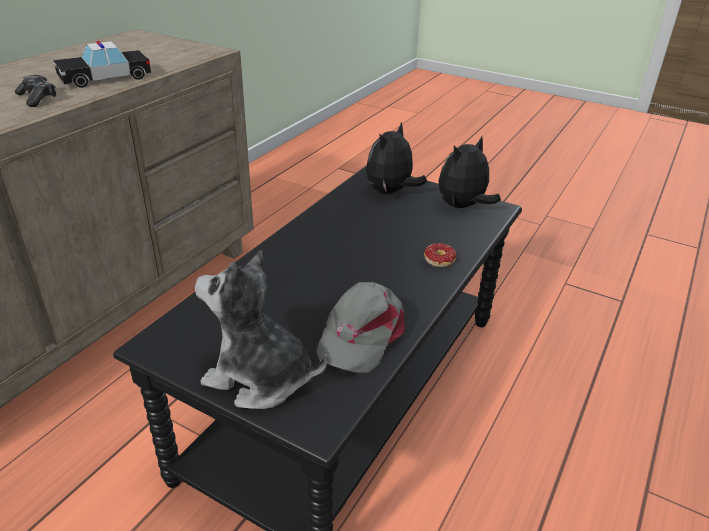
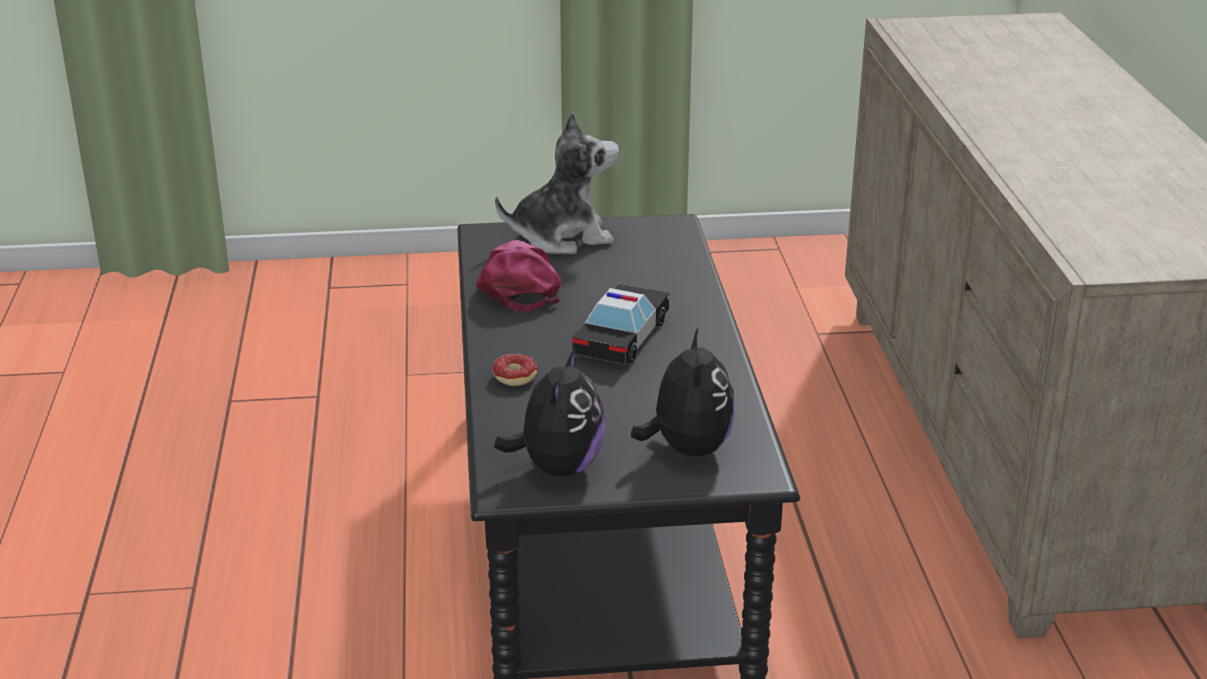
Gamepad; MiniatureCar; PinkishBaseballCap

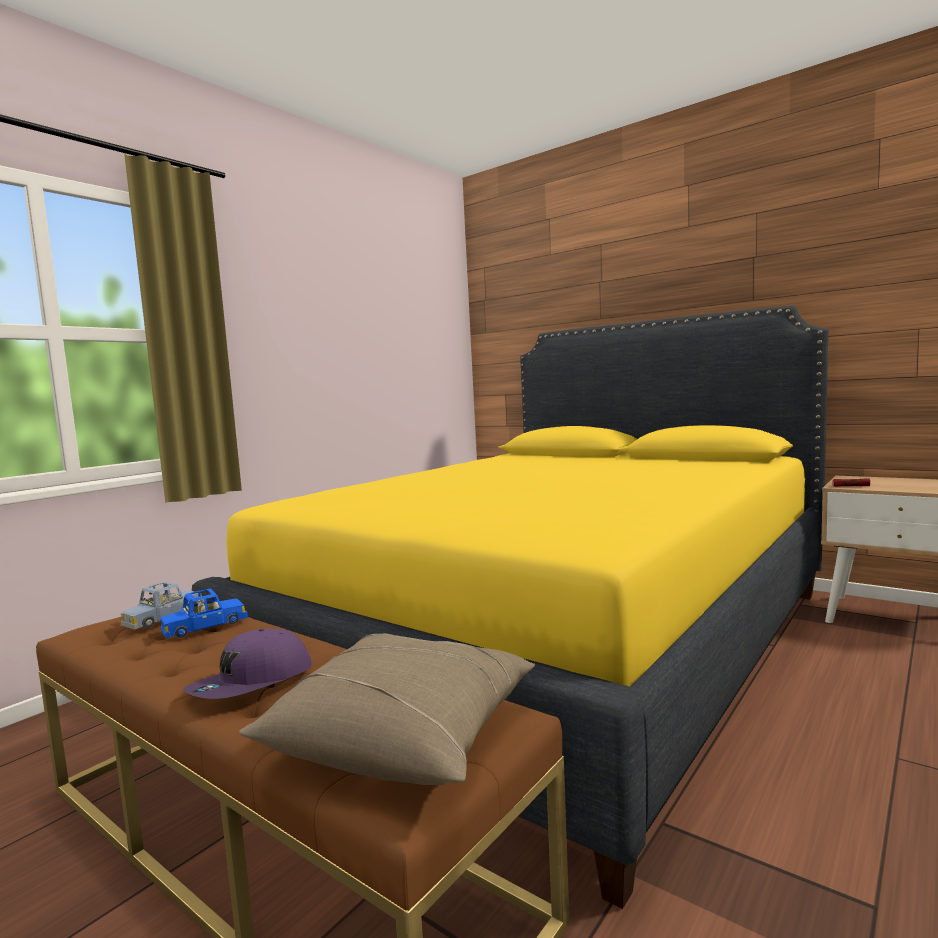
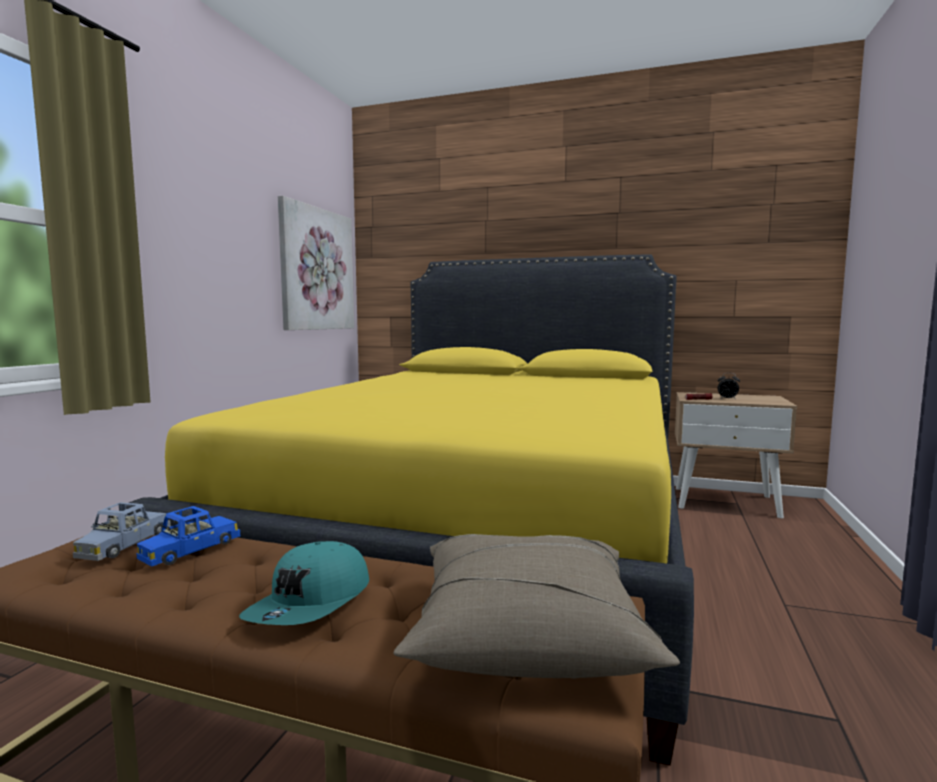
Picture; TableClock; TurquoiseBaseballCap

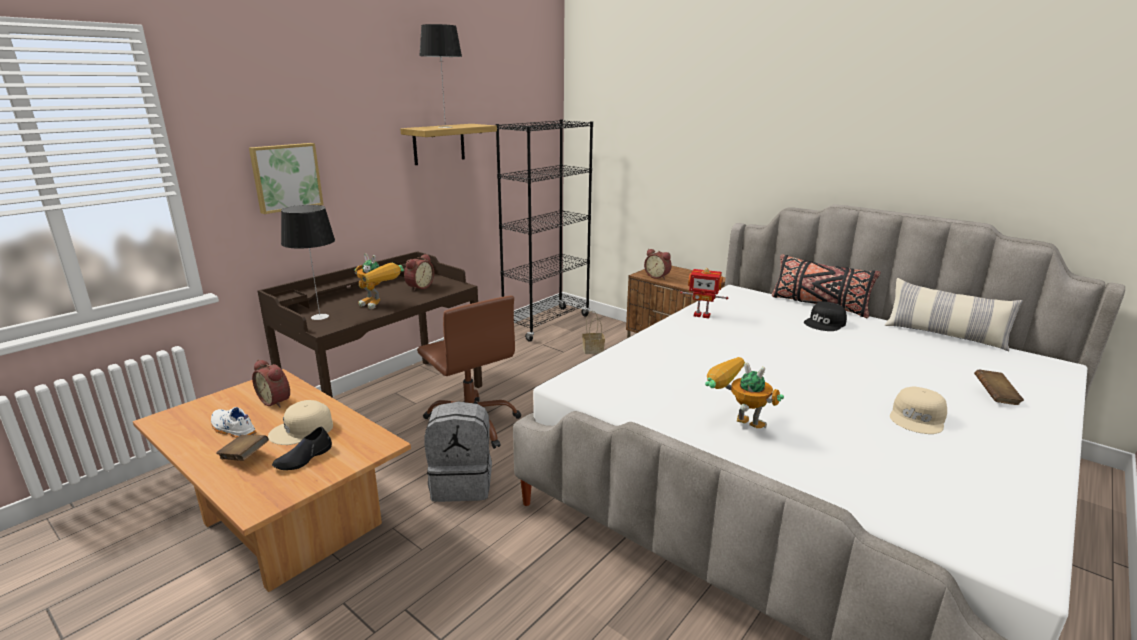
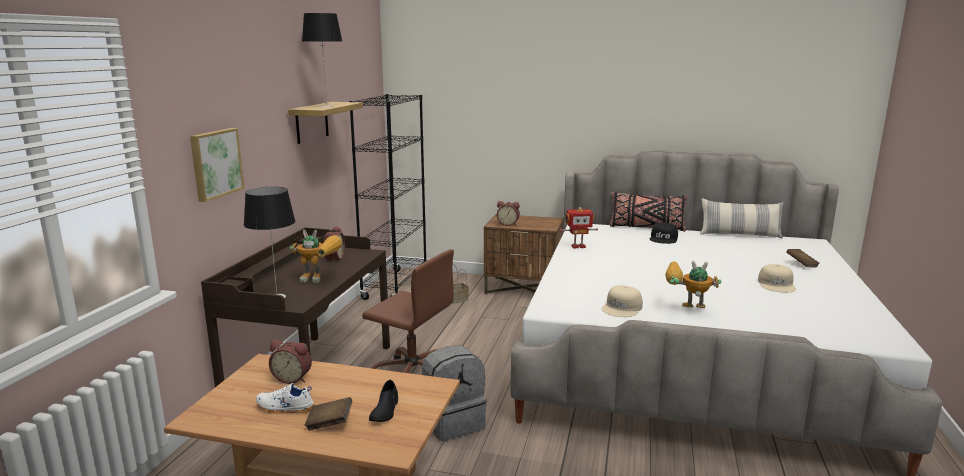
SandColouredBaseballCap (1st from left)

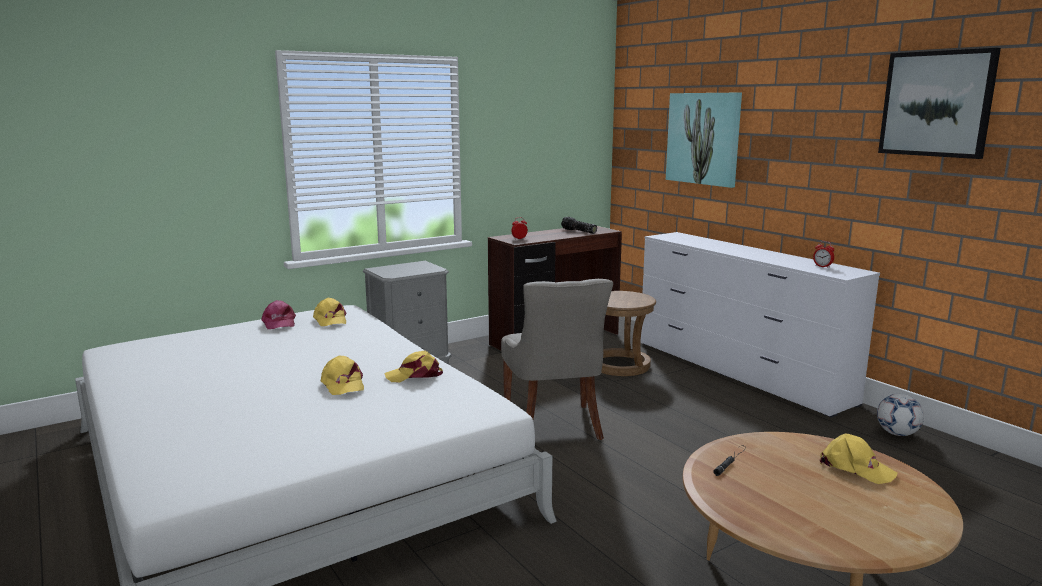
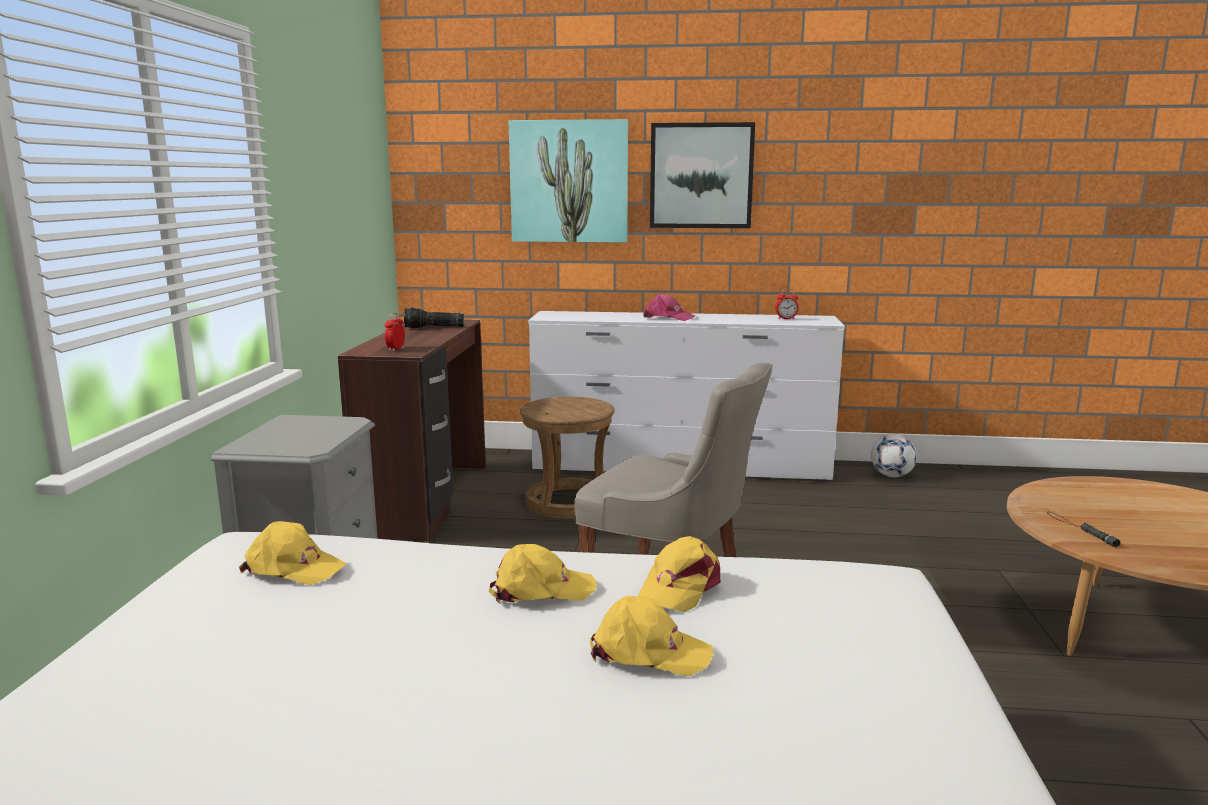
PinkishBaseballCap; YellowishBaseballCap (2nd from left); Picture (2nd from left)

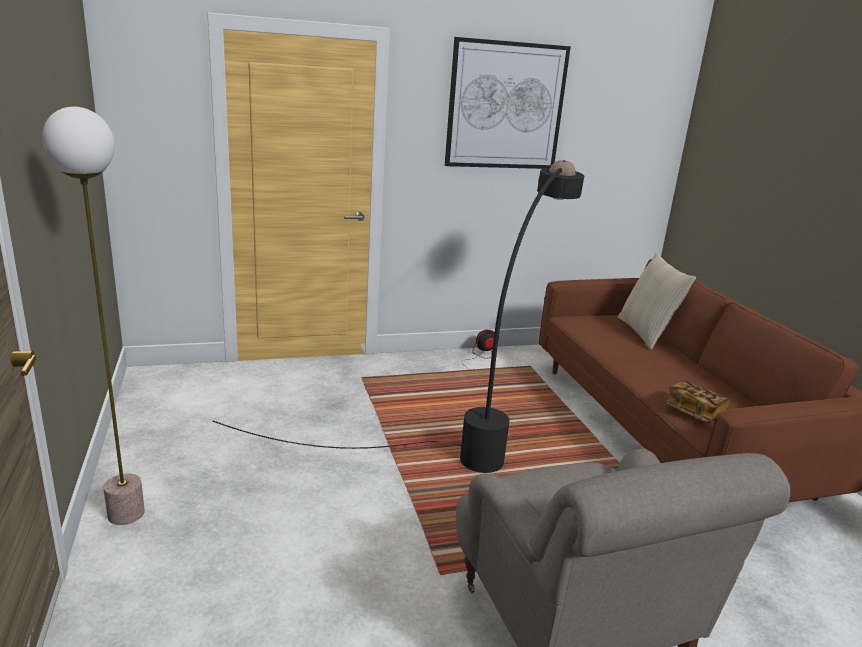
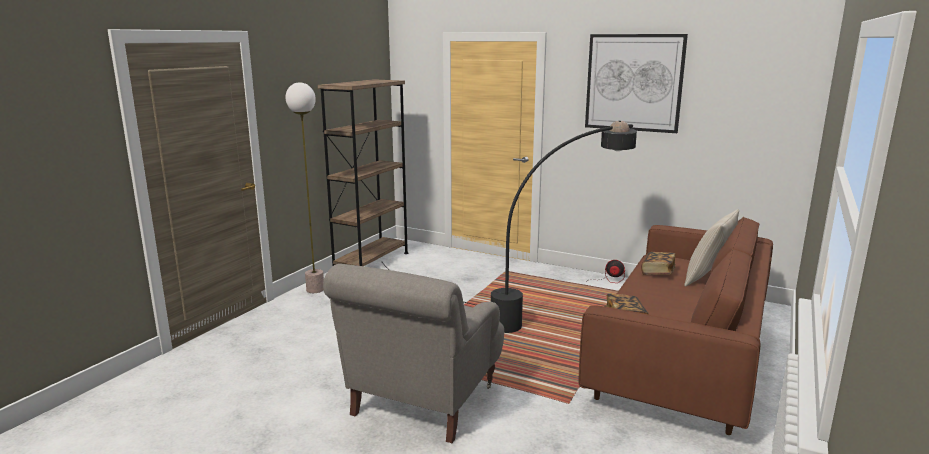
BrownishBookcase; Volume (2nd from left)

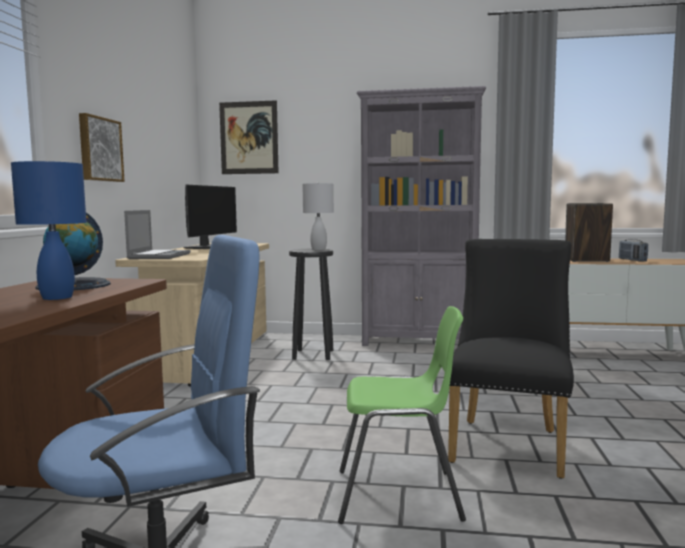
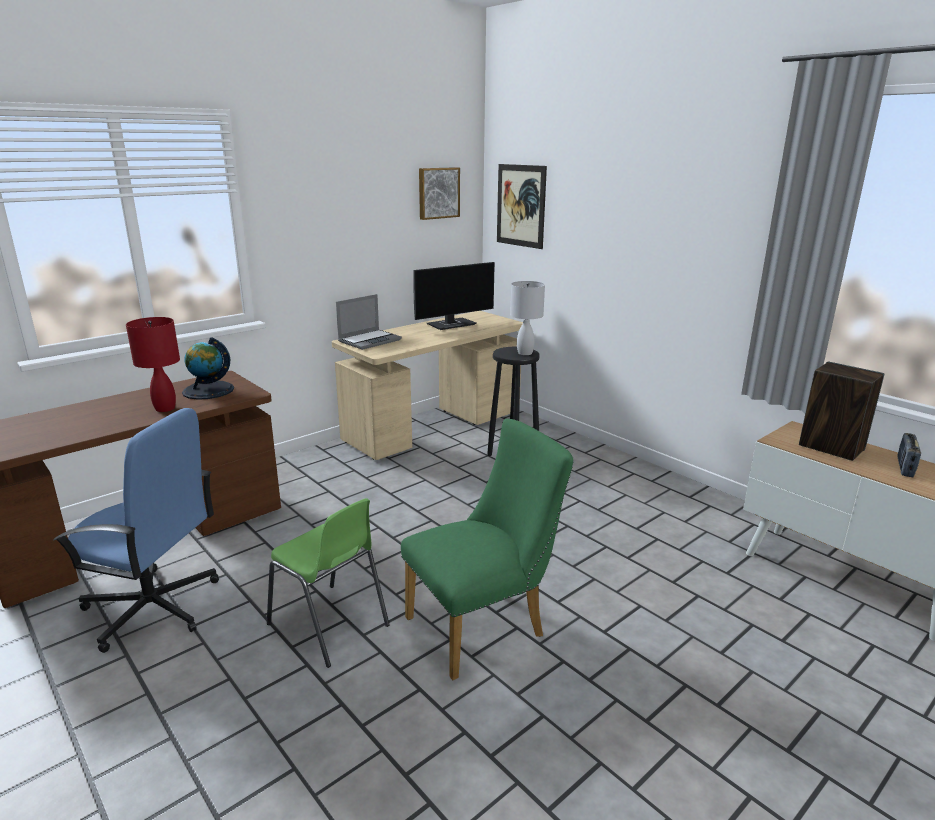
GreyBookcase; Picture (1st from left); ReddishLampForATable; GreenishChair (2nd from left)

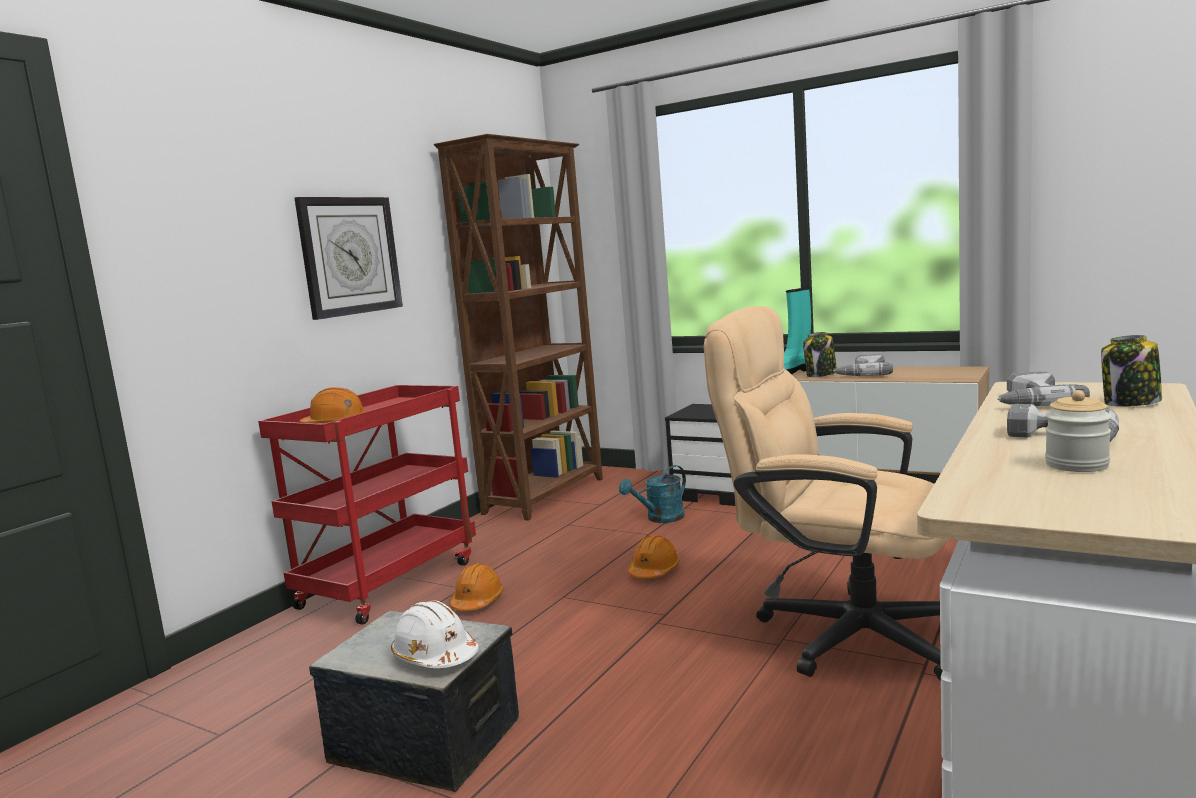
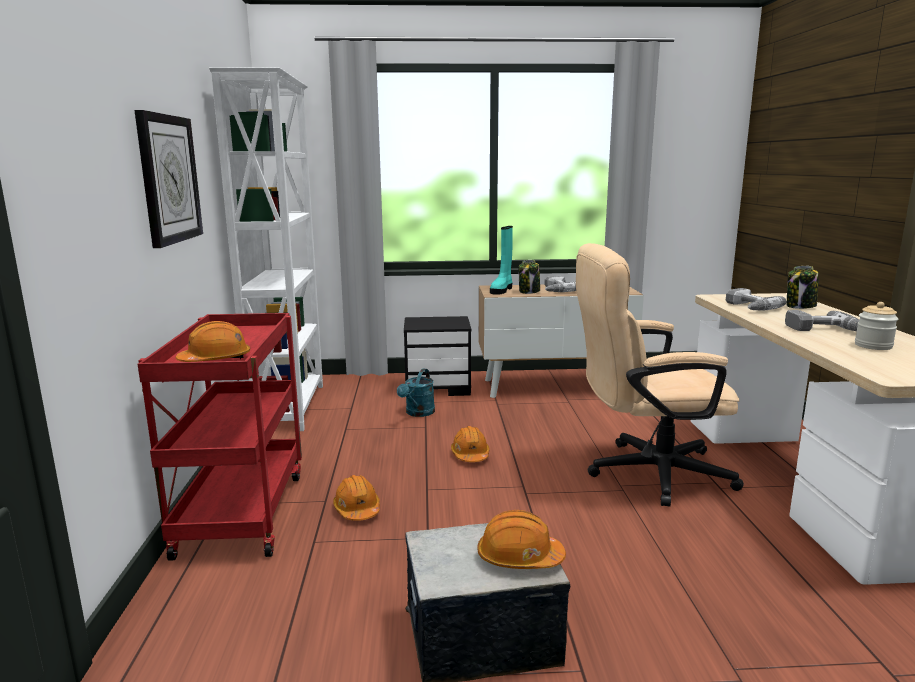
OrangeColouredSafetyHelmet (4th from left); WhiteColouredBookcase

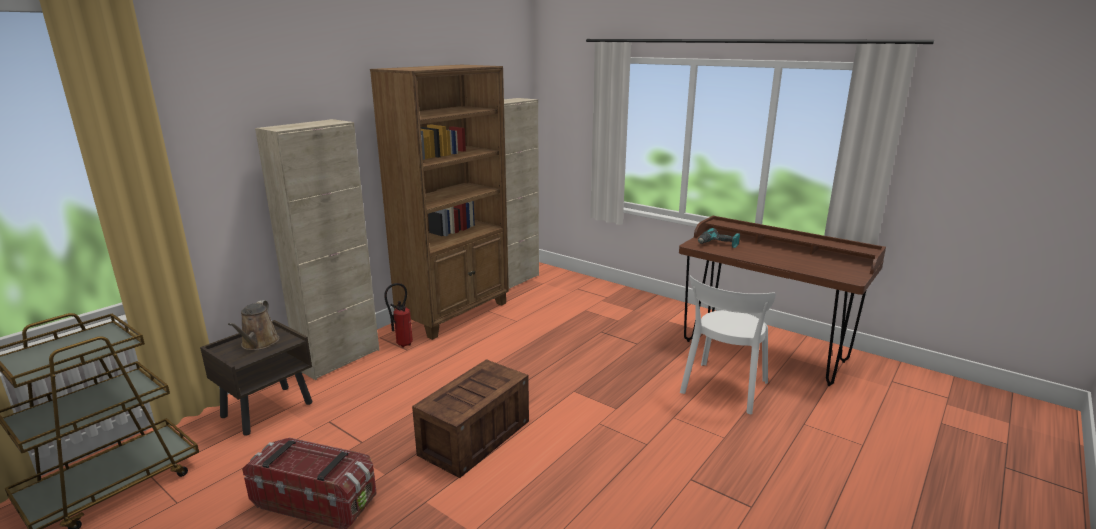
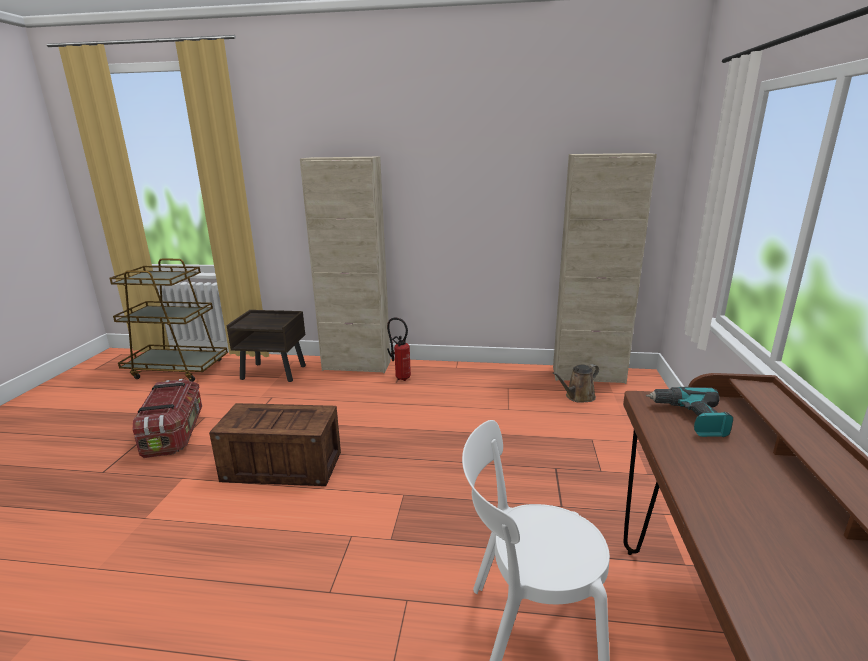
BrownishBookcase; BrownishWateringPot

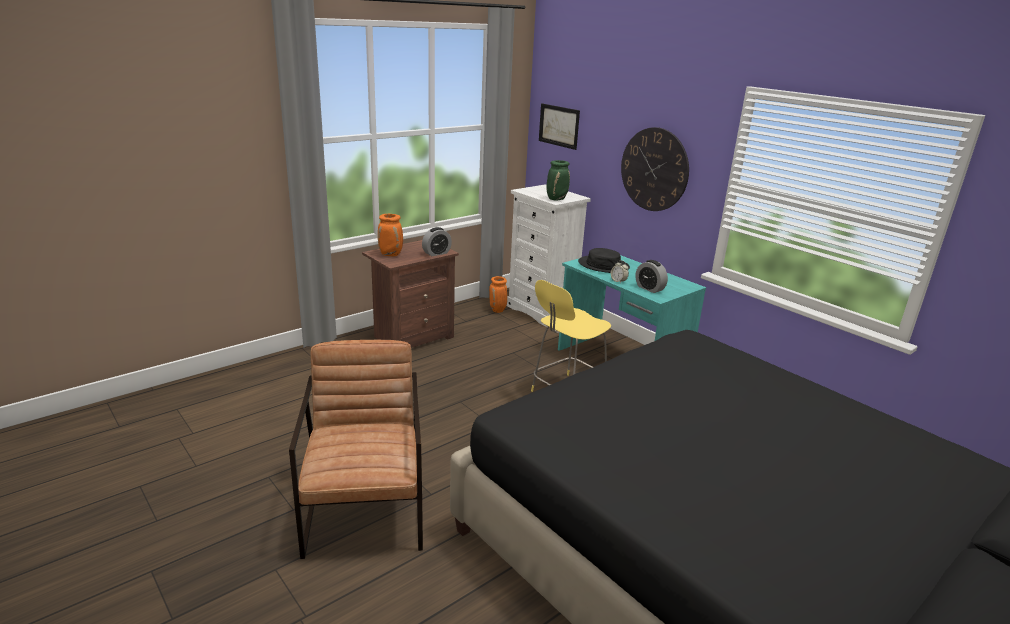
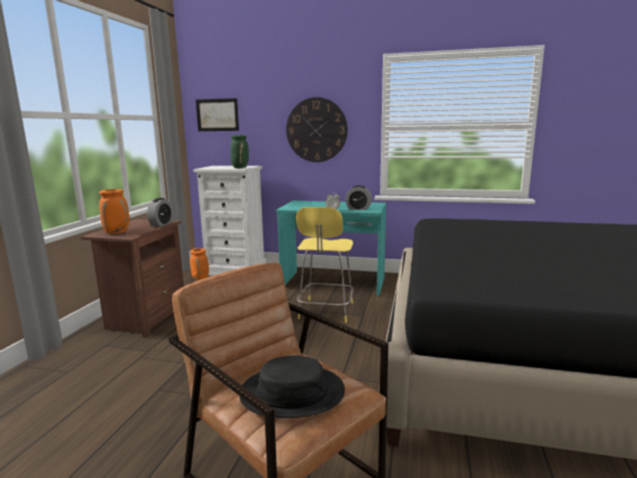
BlackishHat

